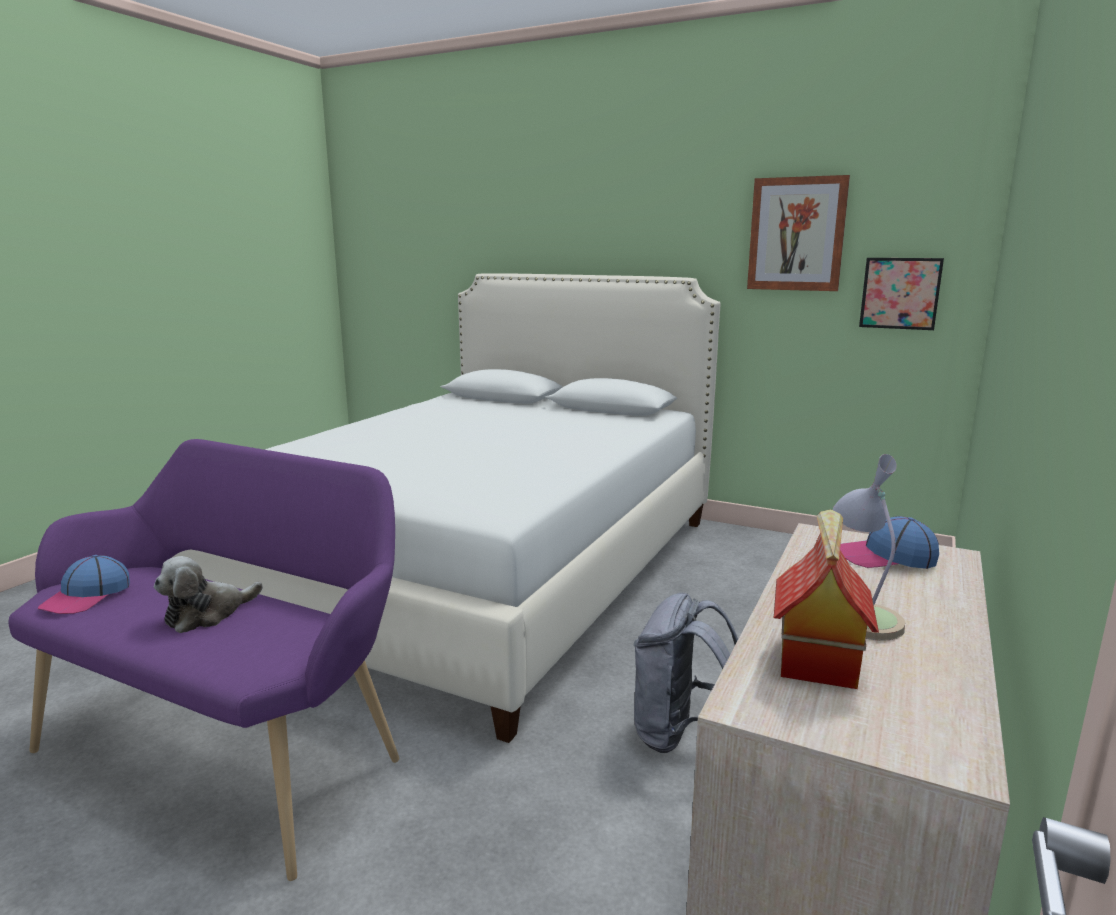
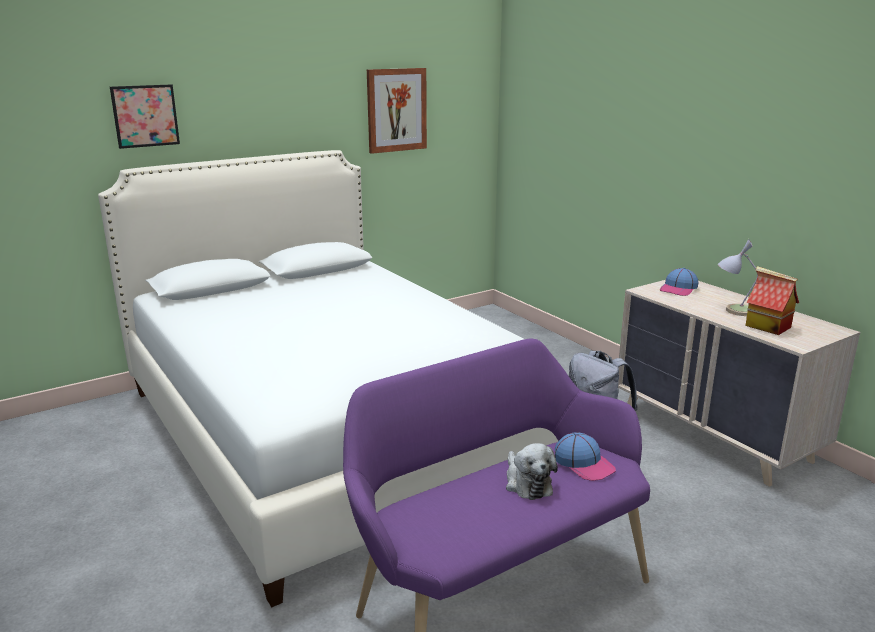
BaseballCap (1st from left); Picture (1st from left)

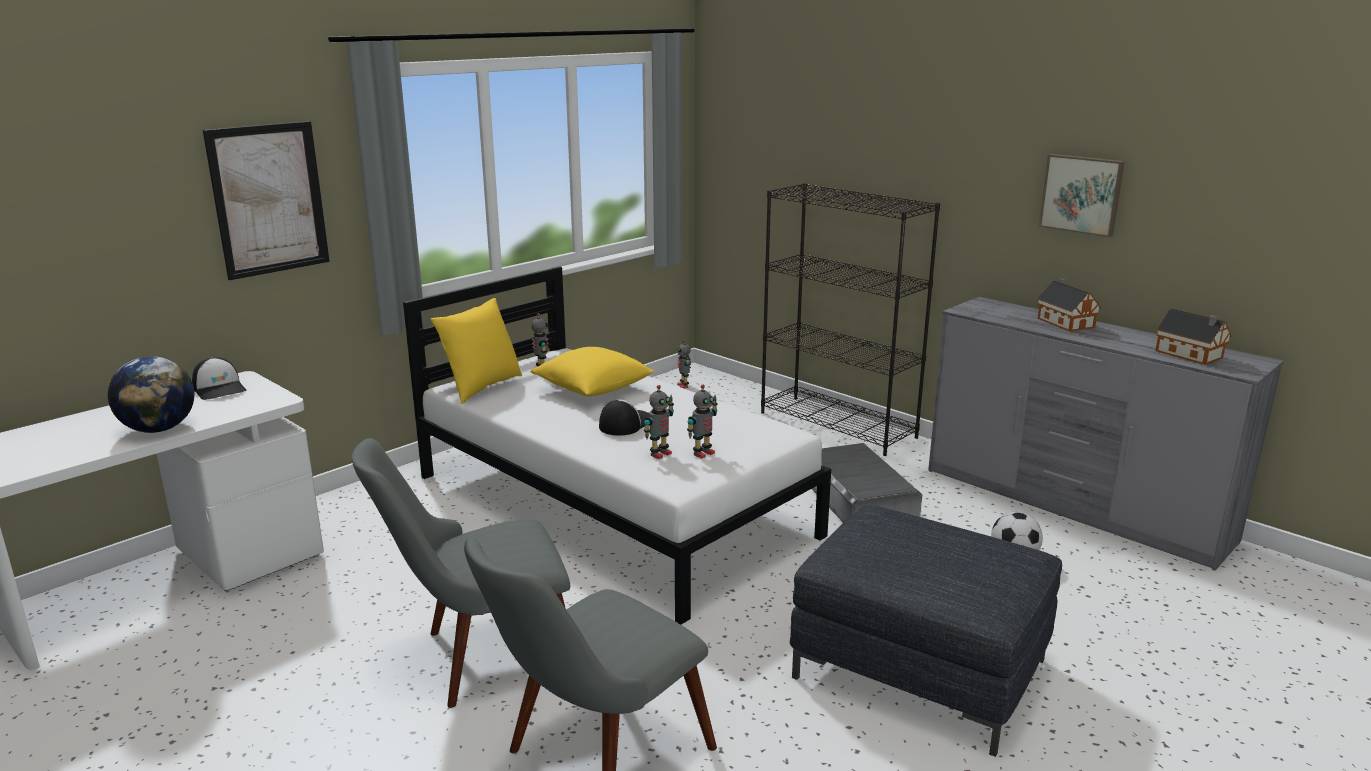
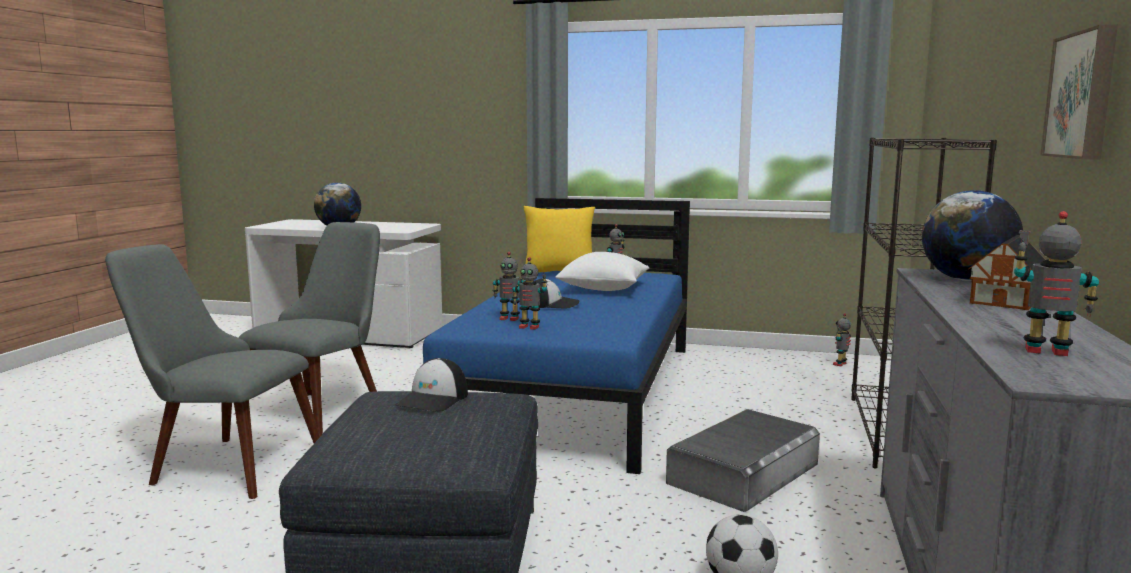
Picture (1st from left in the first image); WorldGlobe (2nd from left); BaseballCap (1st from left); RobotFigure (5th from left); BlueColouredBedroomBed; WhiteColouredPillow; GreyChair (2nd from left)

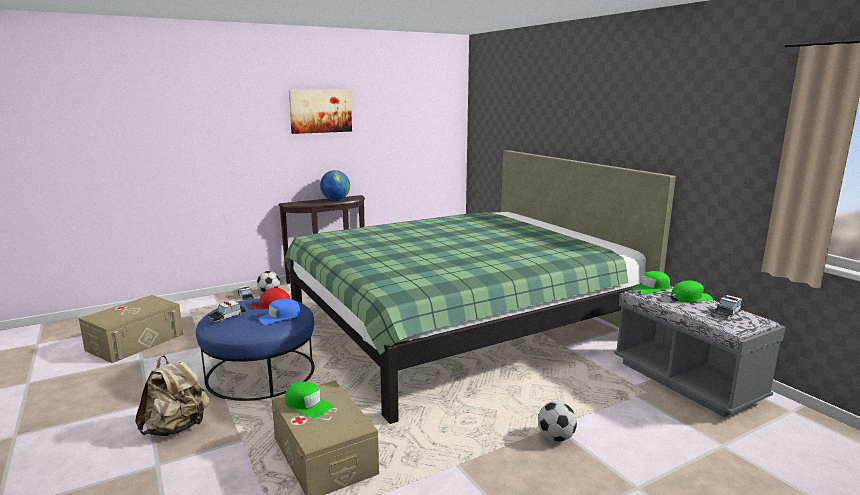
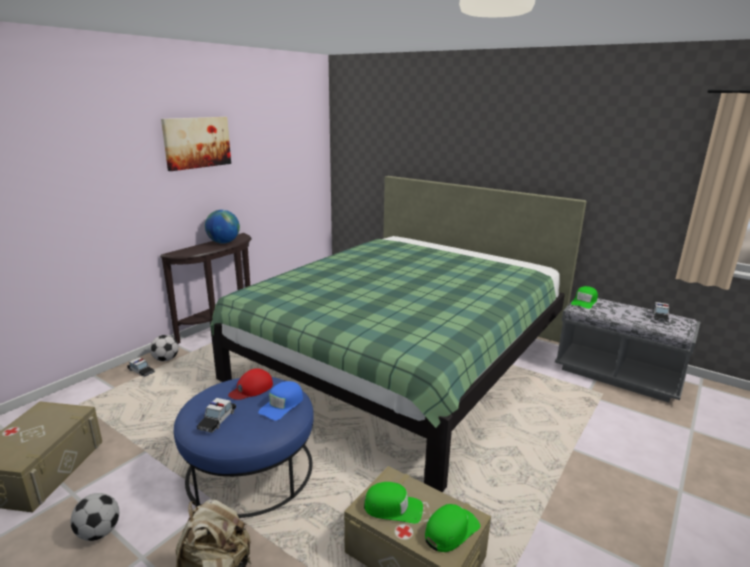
FootballBall (1st from left); GreenishBaseballCap (2nd from left)

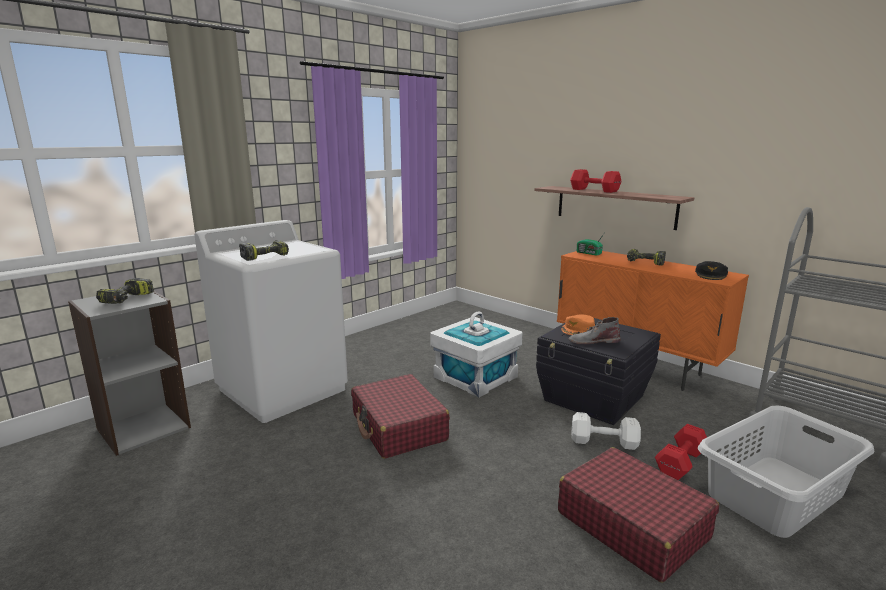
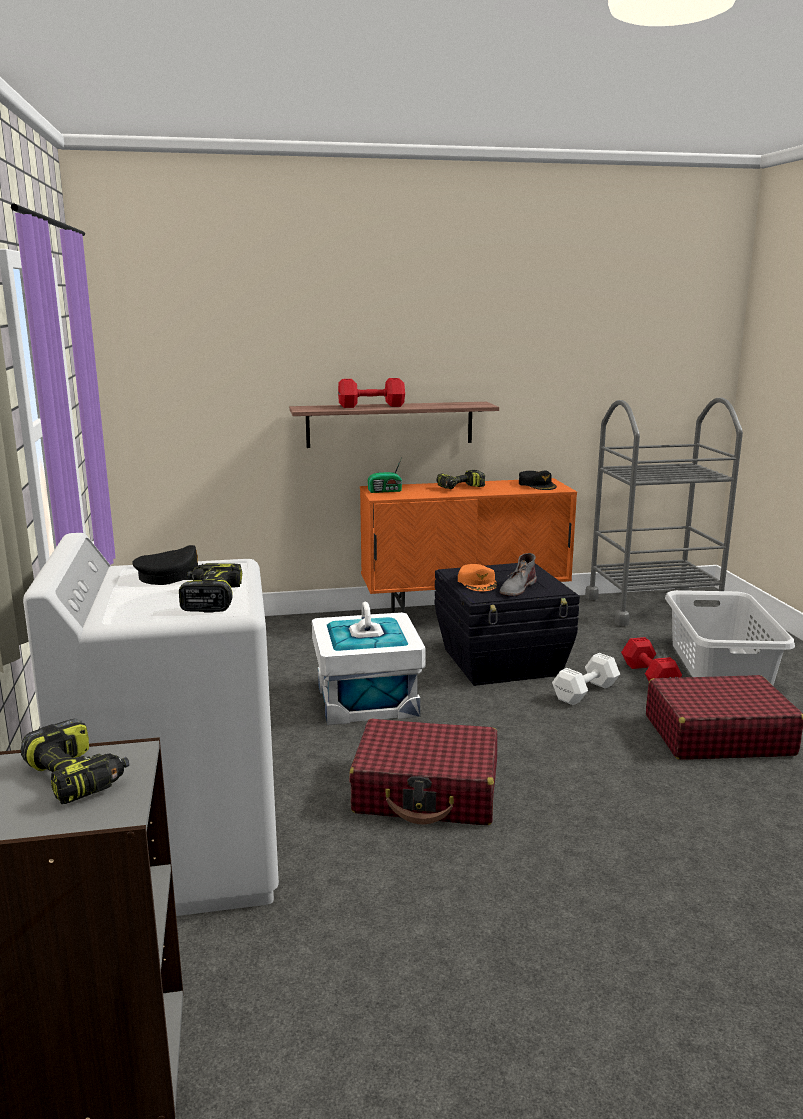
BlackishBaseballCap (1st from left)

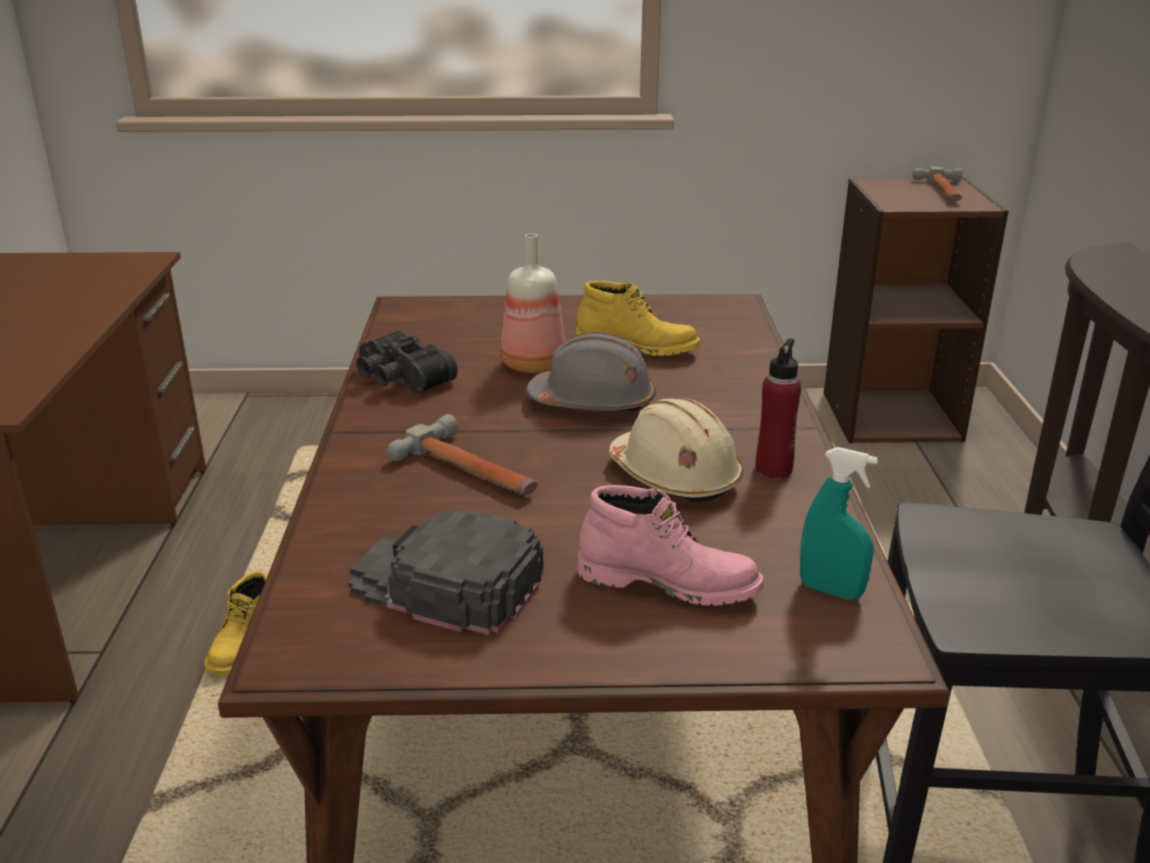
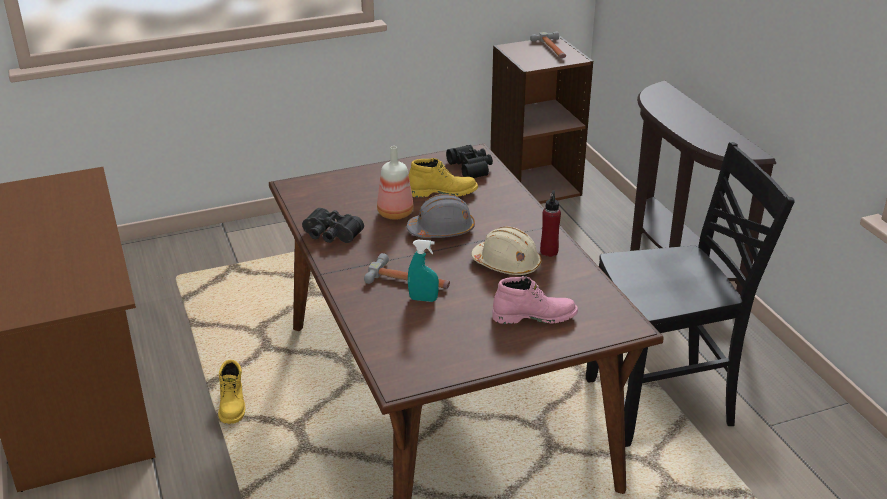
BlackishBaseballCap; BlackishBinoculars (2nd from left); TurquoiseHandSprayer

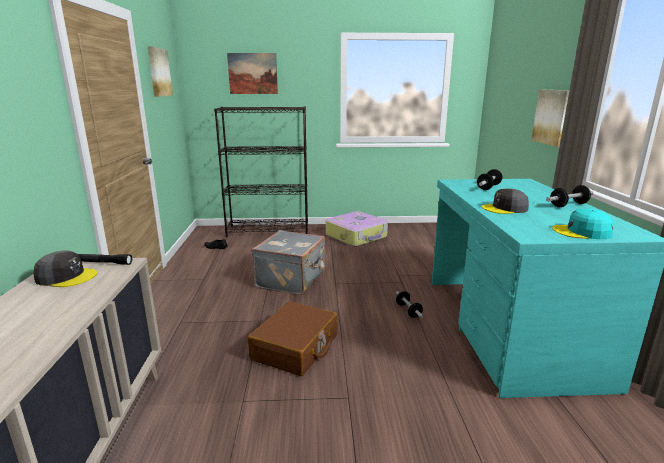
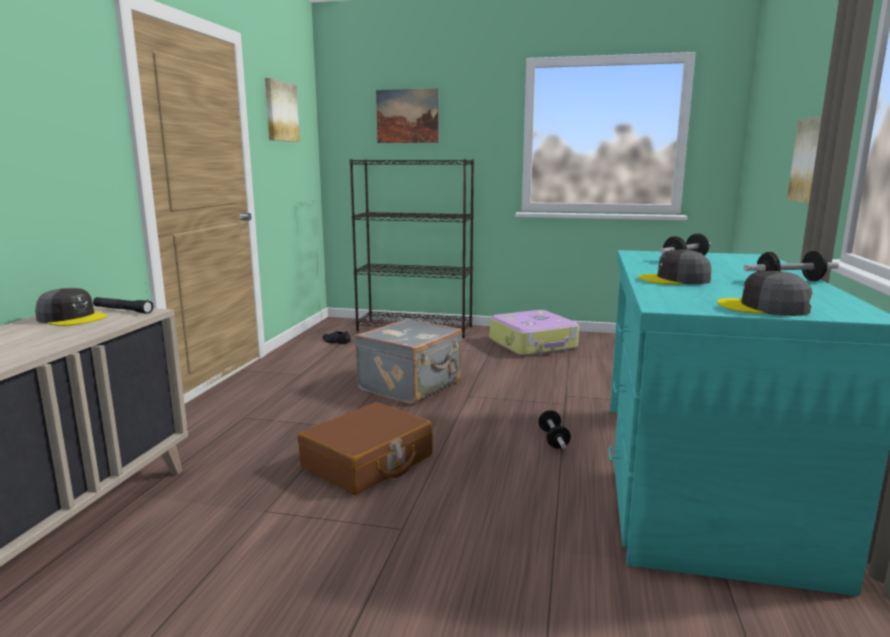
GreyBaseballCap (3rd from left)

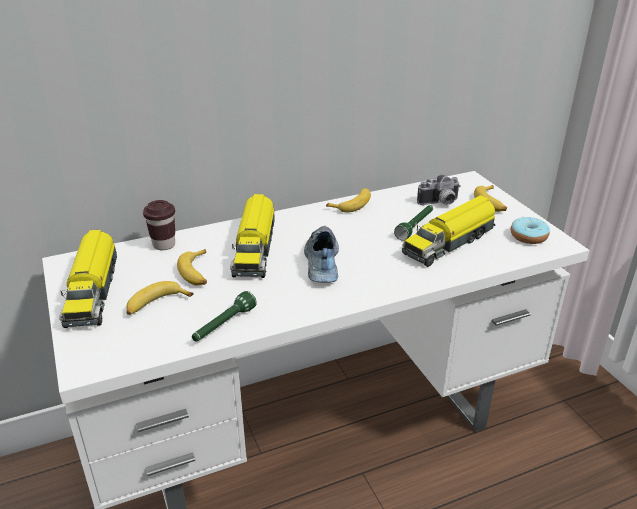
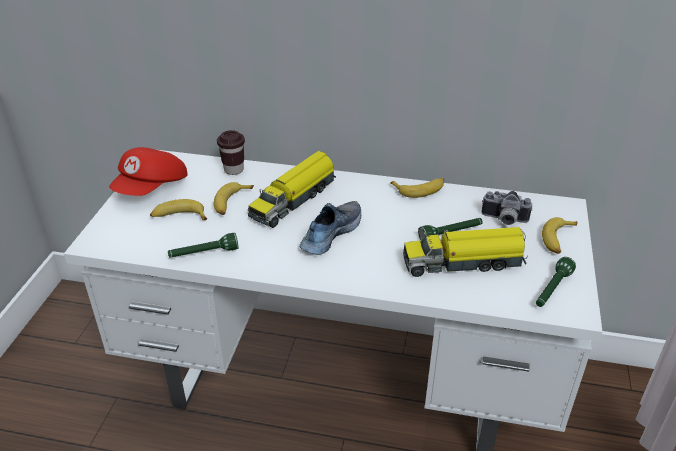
ReddishBaseballCap; GreenishTorch (3rd from left)

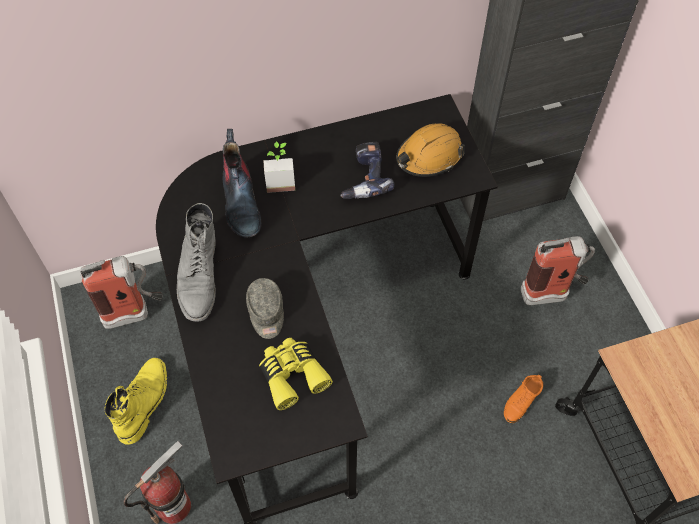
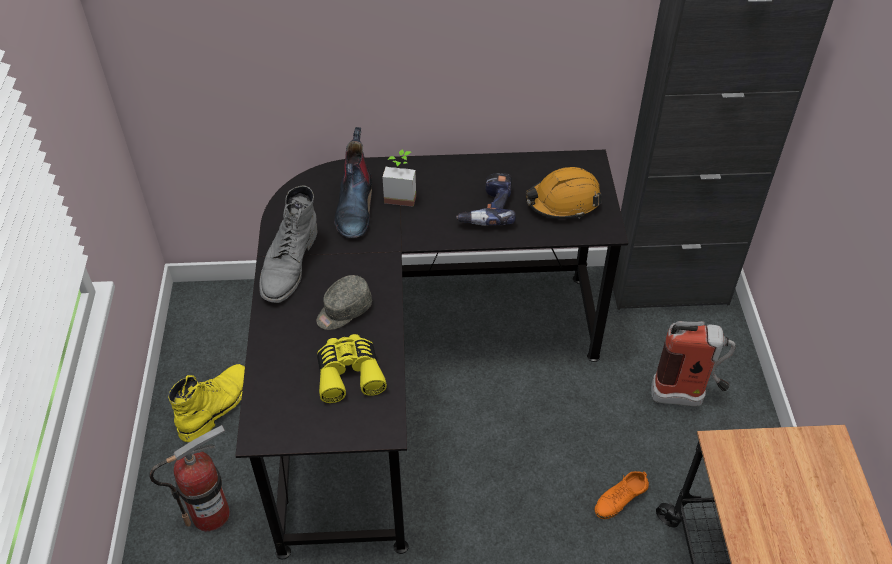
Extinguisher (1st from left in the first image); GreyBaseballCap

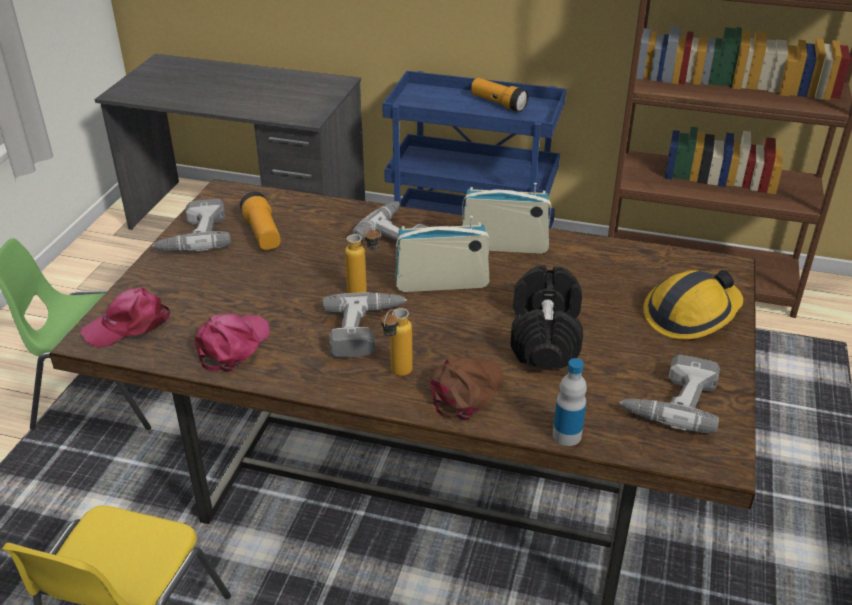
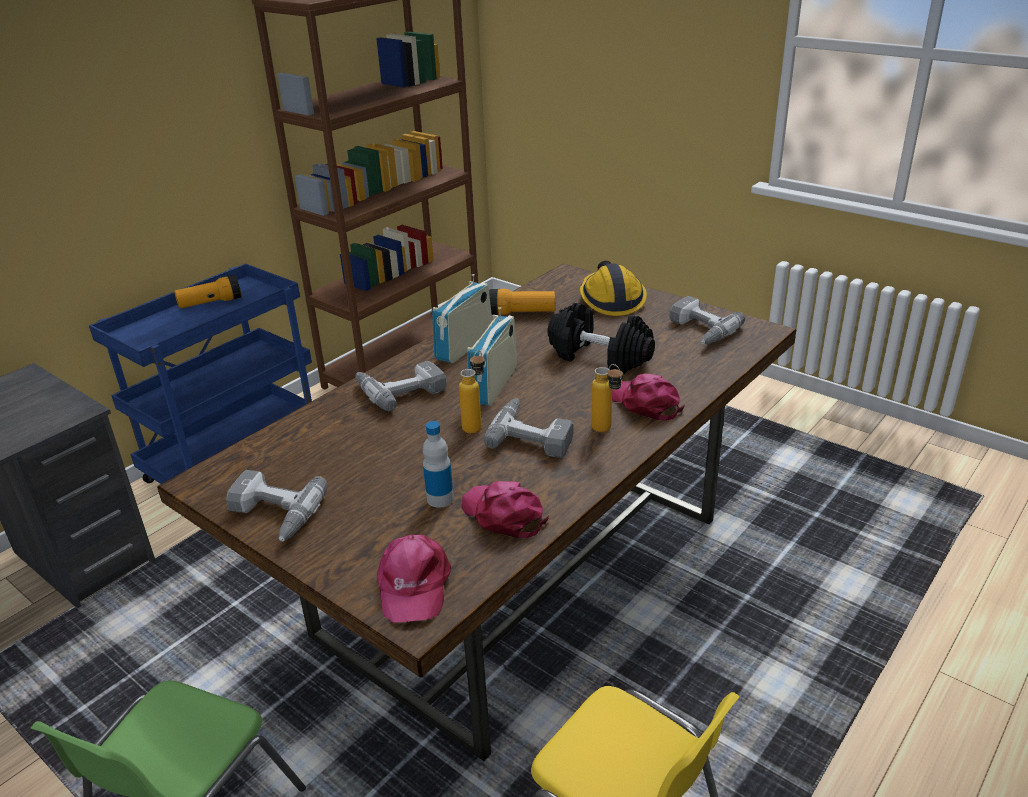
Torch (2nd from left); BeverageBottle (1st from left); PinkishBaseballCap (3rd from left)

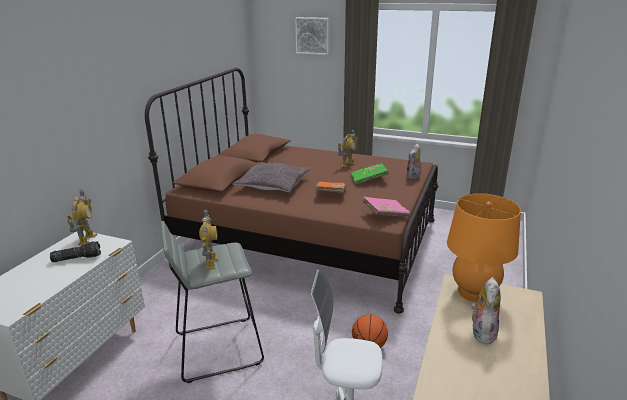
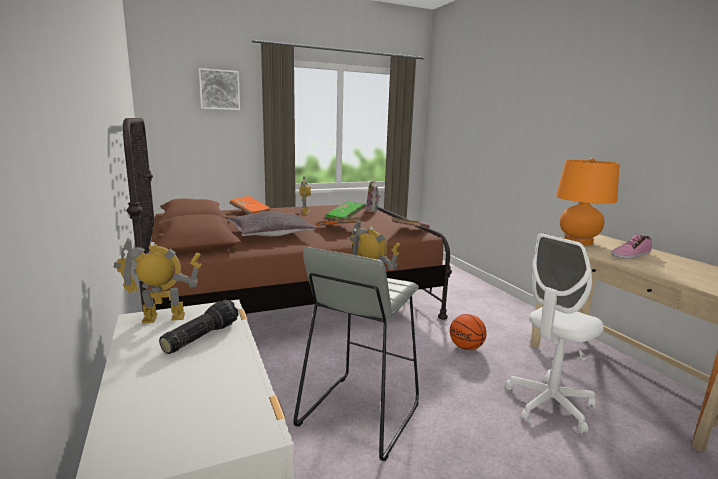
OrangeColouredVolume (1st from left); ItemOfFootwear; RobotFigure (1st from left)

